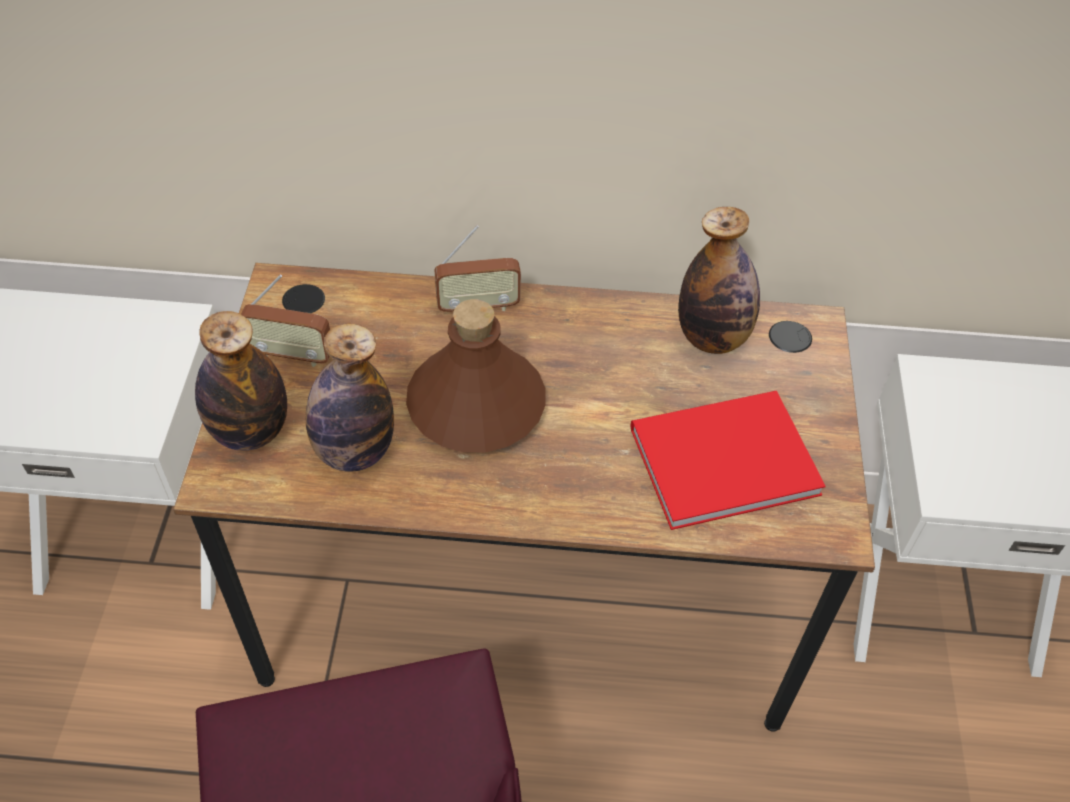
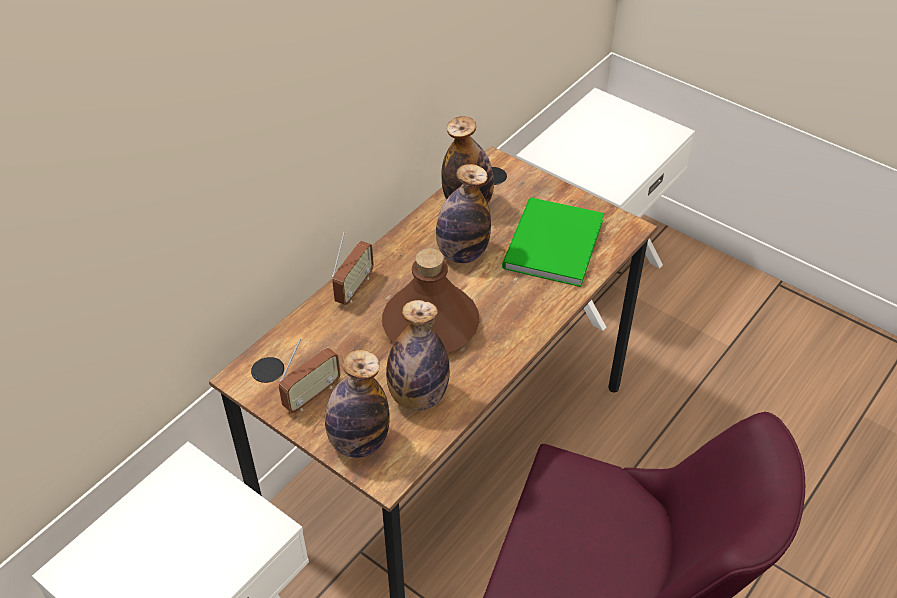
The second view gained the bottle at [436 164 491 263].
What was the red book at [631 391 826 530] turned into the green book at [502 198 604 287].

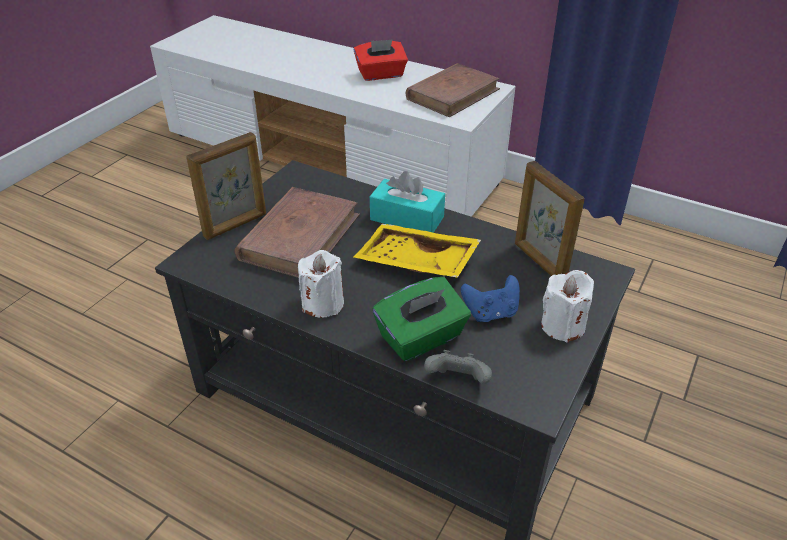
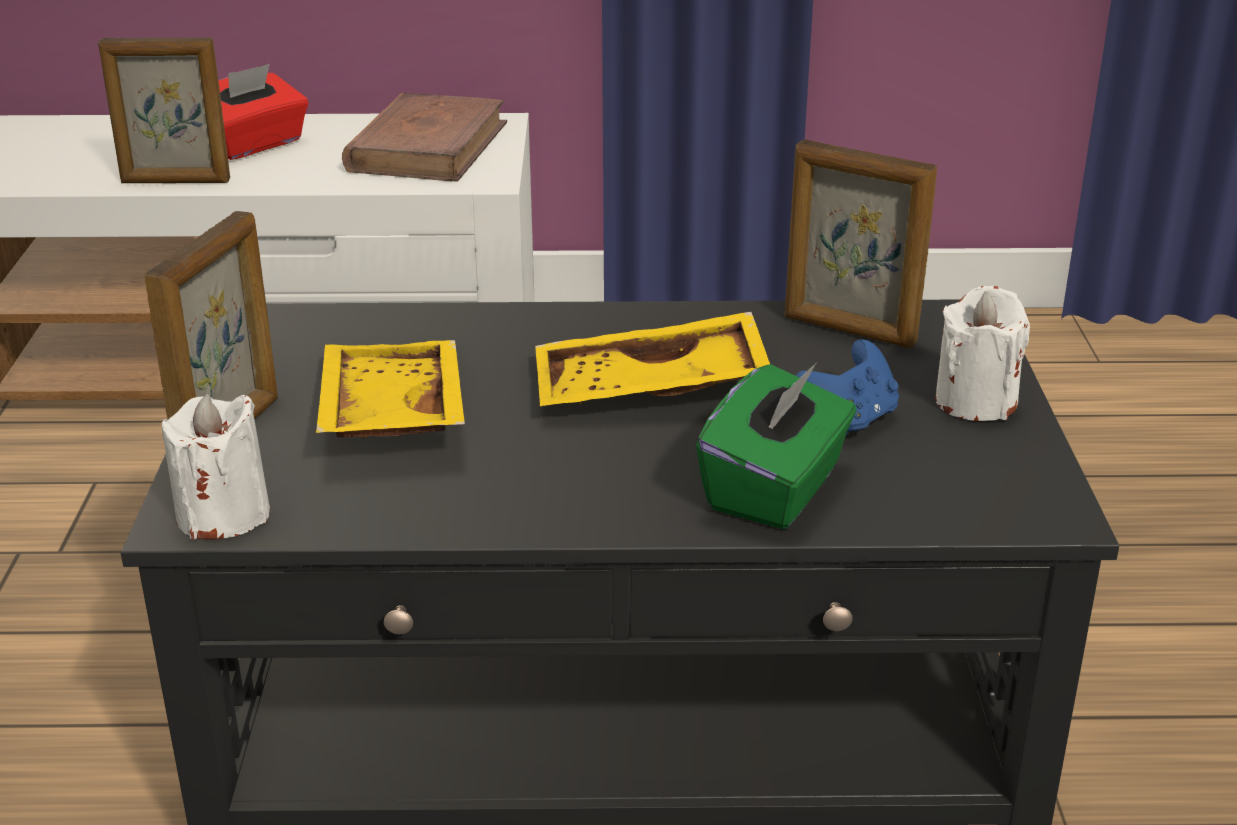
The second view lost the turquoise tissue box at [370 171 445 233].
The second view lost the grey game controller at [424 350 492 384].
The second view gained the picture frame at [98 37 230 183].
The white candle ended up elsewhere, having gone from [298 250 344 318] to [162 394 270 540].
Where the brown book stood at [235 187 360 278], the yellow tray came to stand at [316 340 465 438].

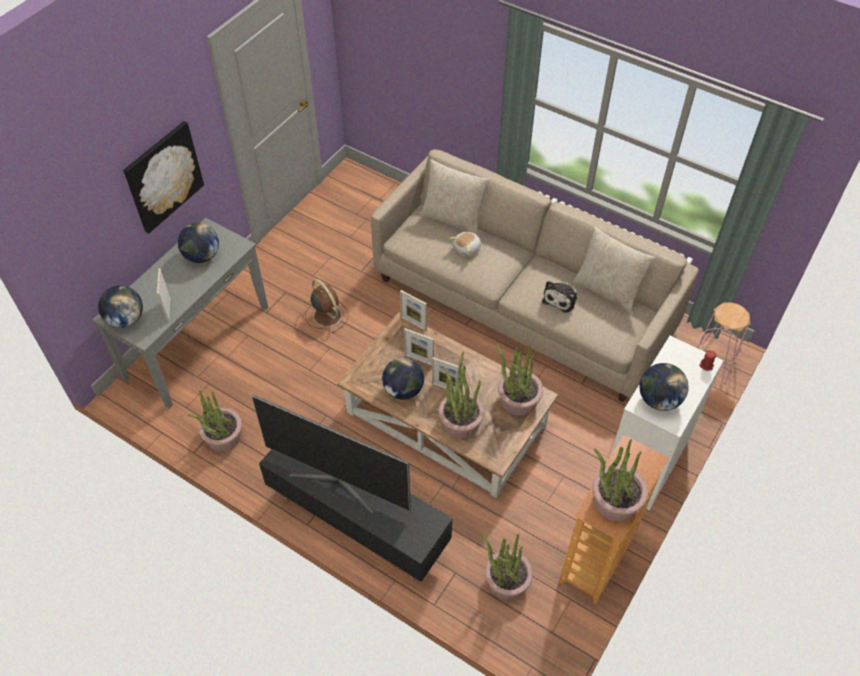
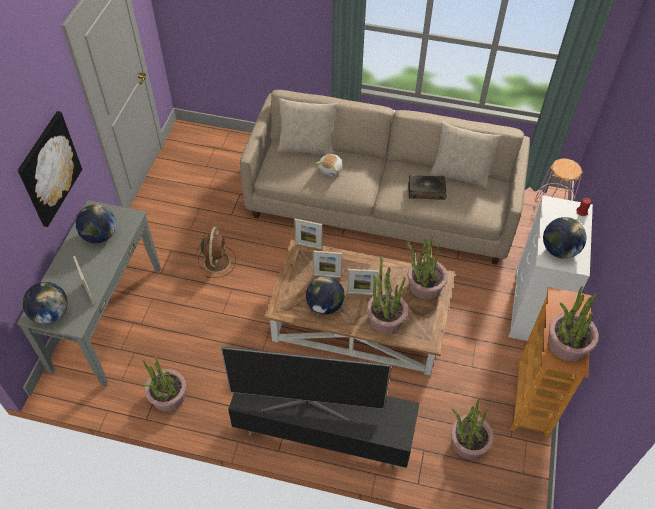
Where the plush toy stood at [542 281 577 313], the book came to stand at [408 175 447 200].
The brown fan at [305 279 349 334] ended up facing another way, 60 degrees clockwise from before.

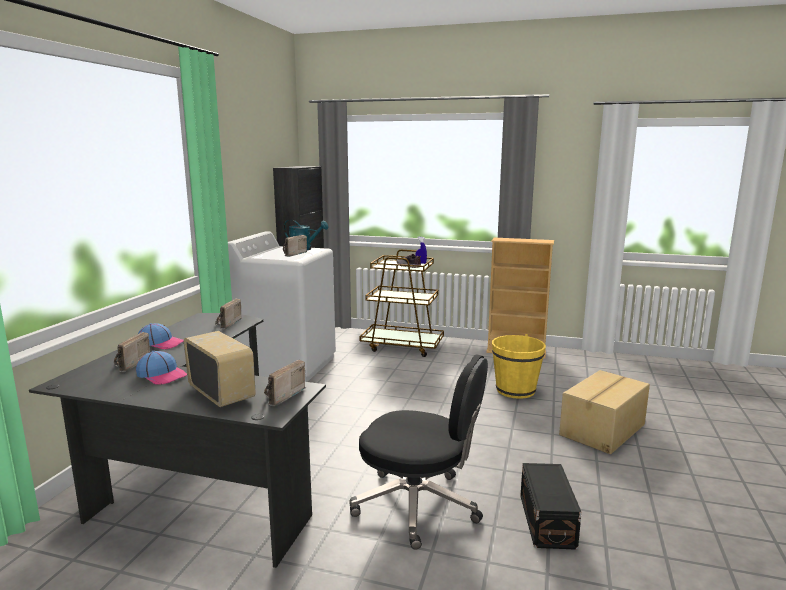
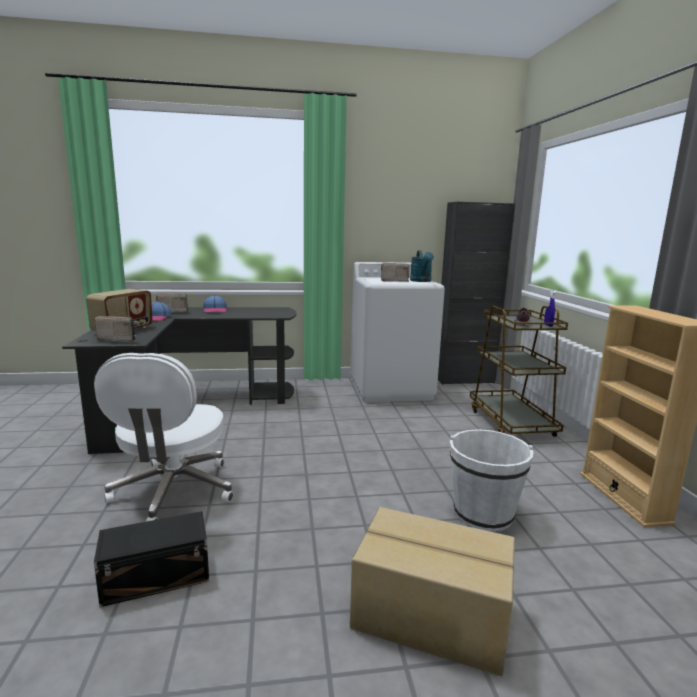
The second view lost the radio at [215 298 242 329].
What was the black office chair at [349 354 488 550] turned into the white office chair at [94 353 233 522].
What was the yellow bucket at [492 334 546 399] turned into the white bucket at [450 429 533 532].

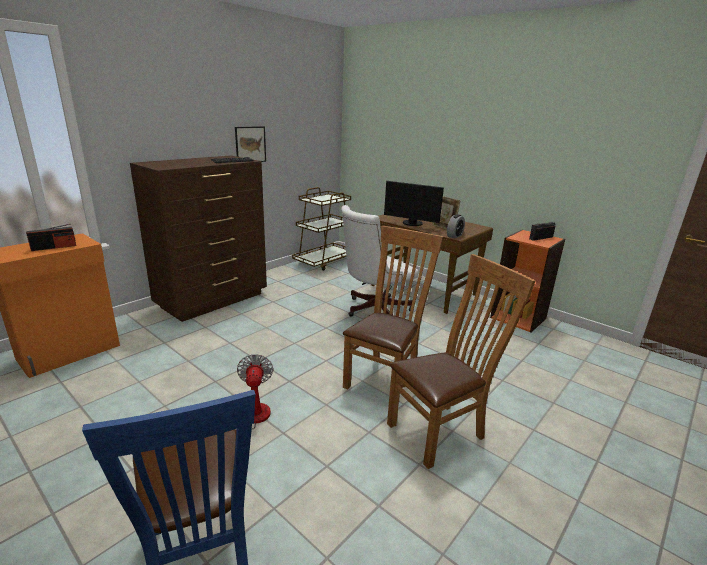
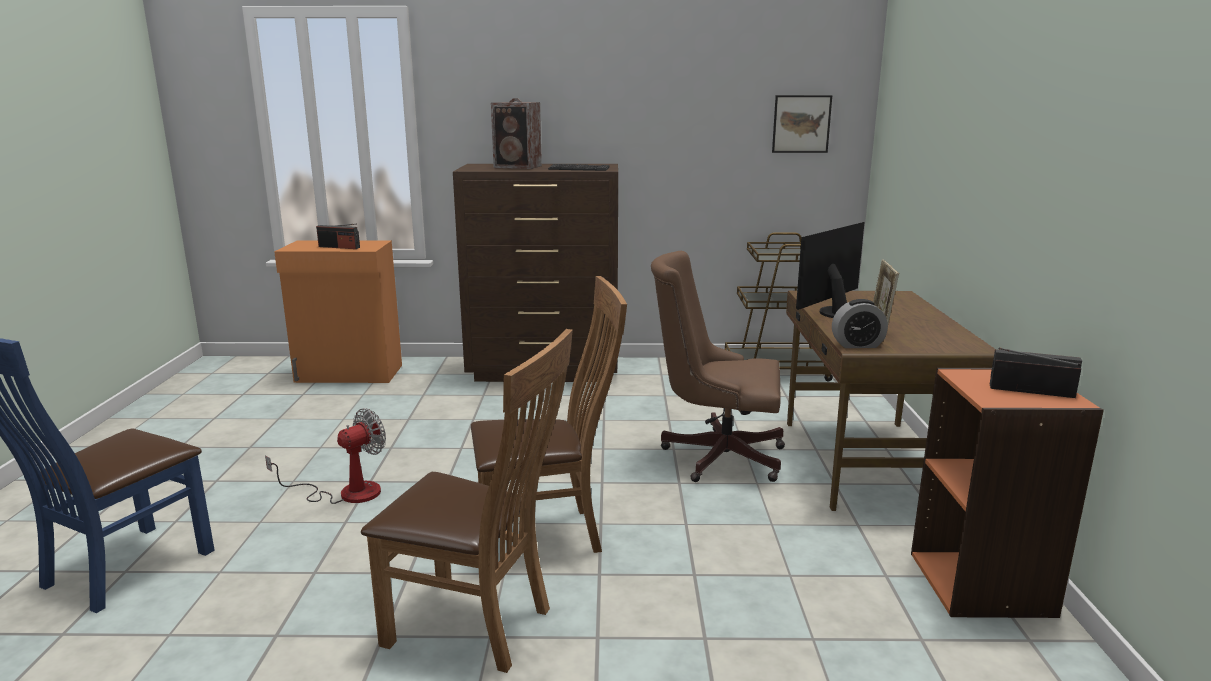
The second view gained the speaker at [491 98 542 169].
The picture ended up elsewhere, having gone from [235 126 266 162] to [772 95 832 153].
What was the white office chair at [341 205 418 317] turned into the brown office chair at [651 251 785 482].
The monitor at [384 181 444 226] ended up facing another way, 60 degrees clockwise from before.

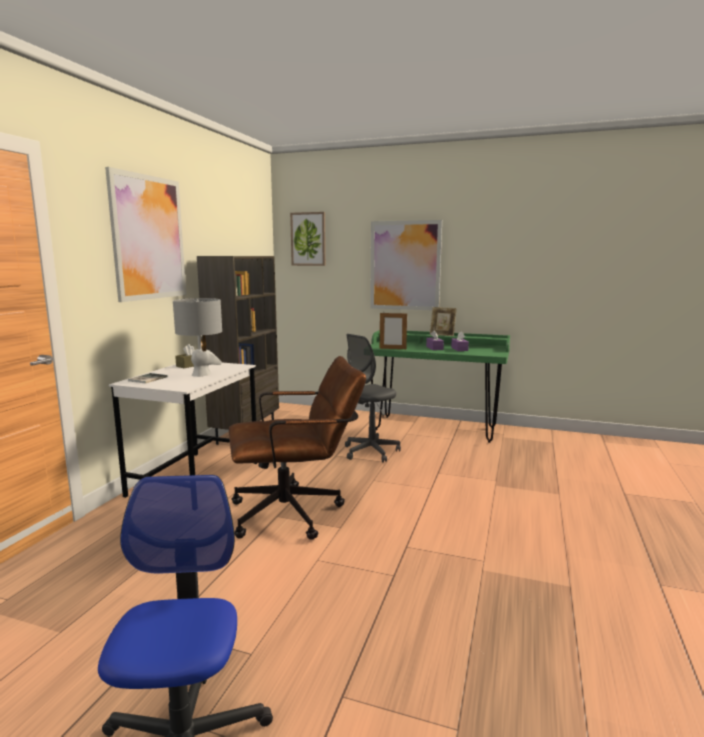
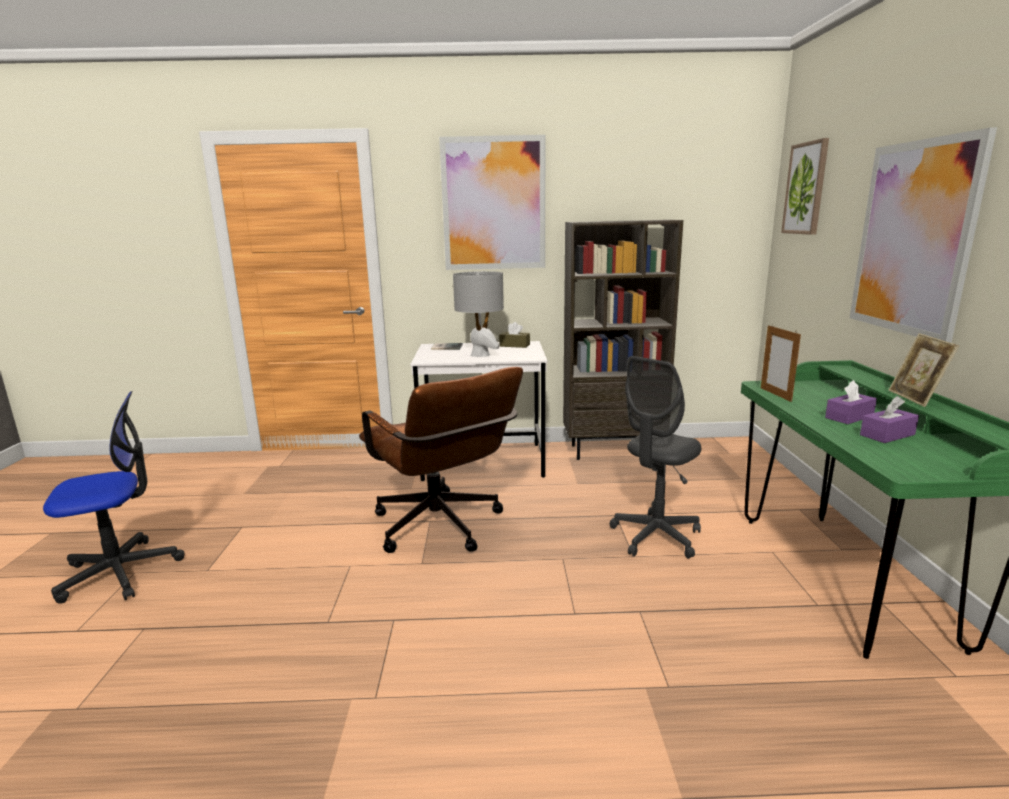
The grey office chair at [345 334 401 462] ended up facing another way, 75 degrees counterclockwise from before.

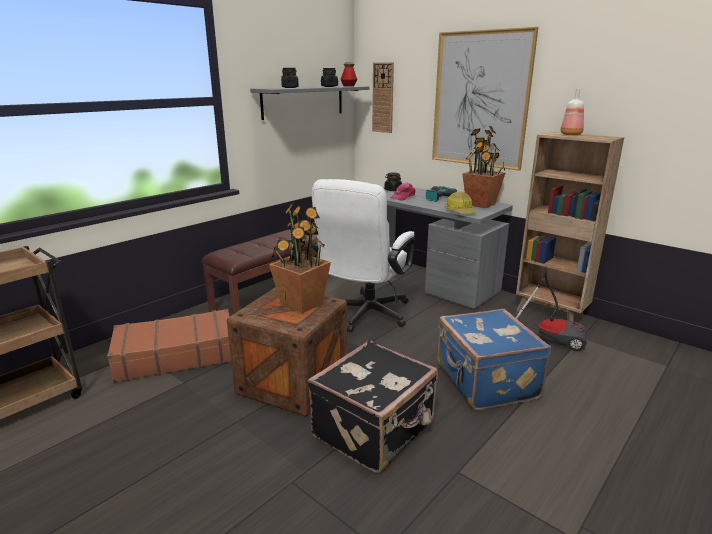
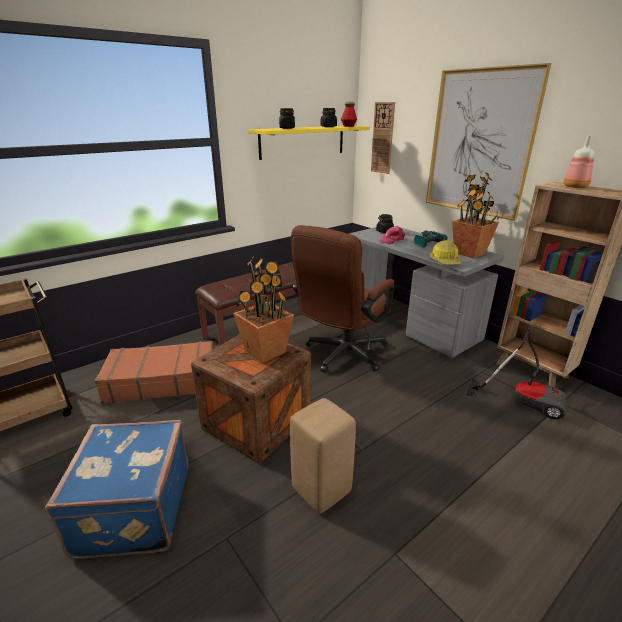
The blue suitcase ended up elsewhere, having gone from [437 309 551 410] to [45 420 189 559].
Where the black suitcase stood at [308 340 438 473], the beige stool came to stand at [290 398 356 513].
What was the grey shelf at [250 86 370 120] turned into the yellow shelf at [248 126 370 160].
What was the white office chair at [312 179 415 332] turned into the brown office chair at [291 225 395 373].

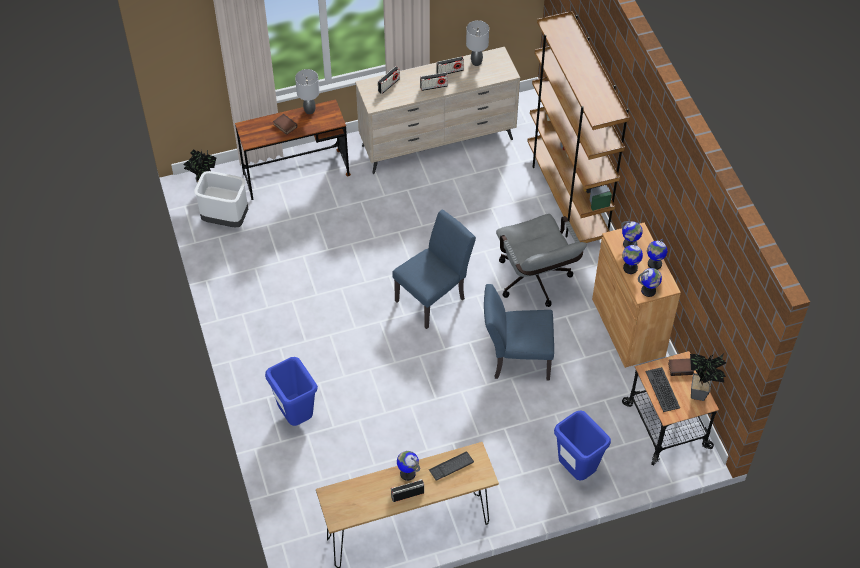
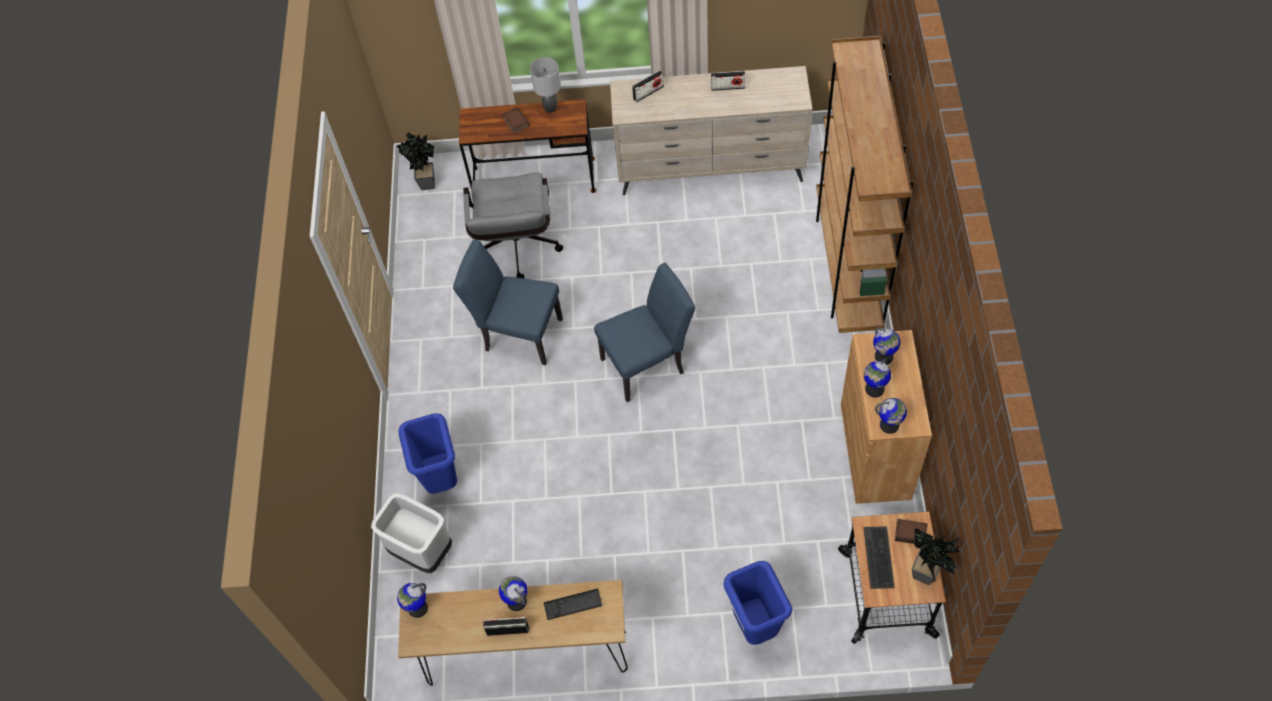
The second view lost the radio at [420 72 448 91].
The second view lost the grey table lamp at [466 20 489 66].
The white trash can ended up elsewhere, having gone from [194 171 248 227] to [371 493 452 573].
The blue chair ended up elsewhere, having gone from [484 284 554 381] to [453 239 563 365].
The grey office chair ended up elsewhere, having gone from [496 214 587 307] to [463 173 563 278].
The globe ended up elsewhere, having gone from [647 239 667 270] to [397 583 428 618].

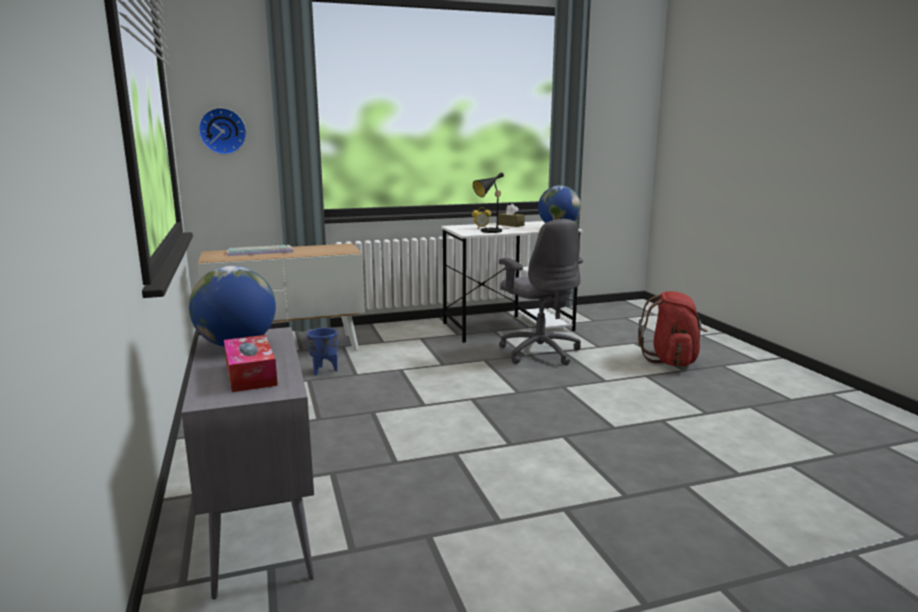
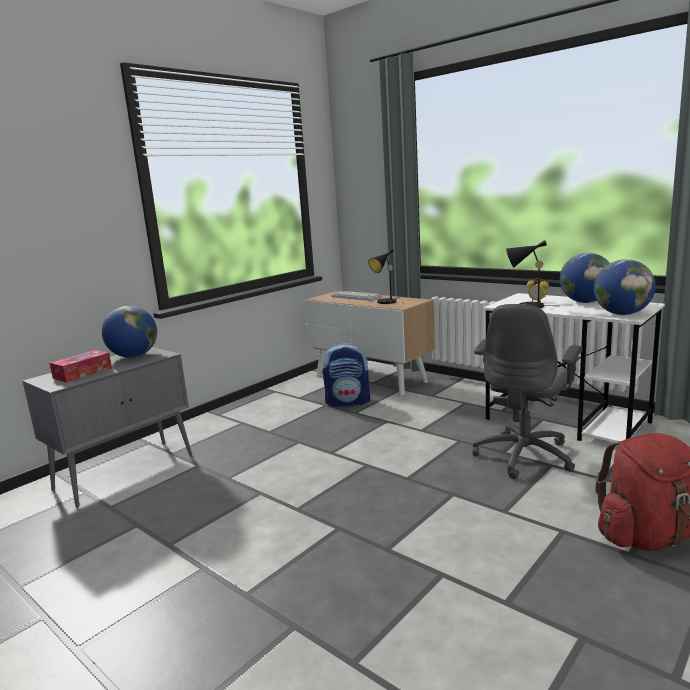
The second view lost the wall clock at [198 108 247 155].
The second view gained the black table lamp at [368 248 400 304].
Where the blue planter stood at [307 328 338 375], the backpack came to stand at [323 343 370 406].
Where the brown tissue box stood at [498 204 525 227], the globe came to stand at [560 253 609 303].

